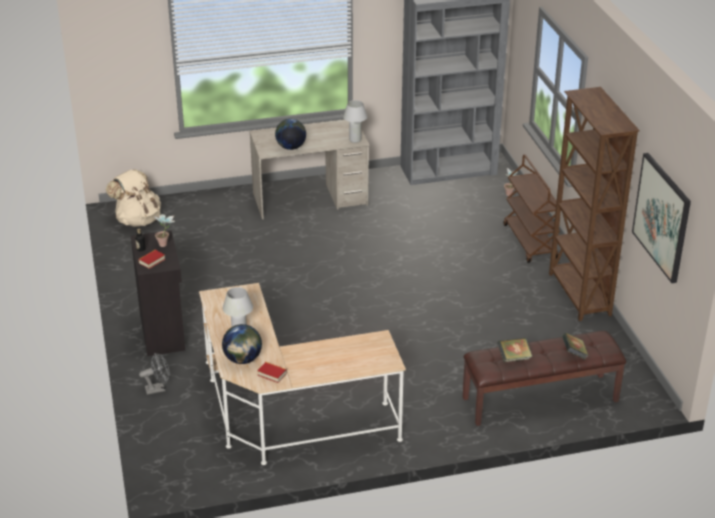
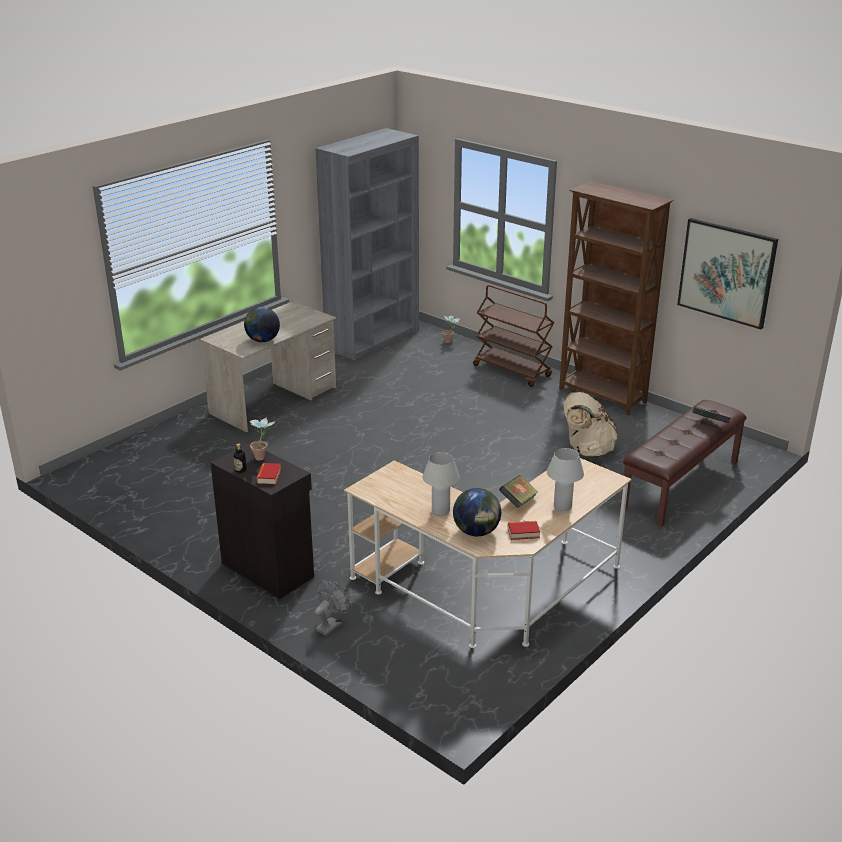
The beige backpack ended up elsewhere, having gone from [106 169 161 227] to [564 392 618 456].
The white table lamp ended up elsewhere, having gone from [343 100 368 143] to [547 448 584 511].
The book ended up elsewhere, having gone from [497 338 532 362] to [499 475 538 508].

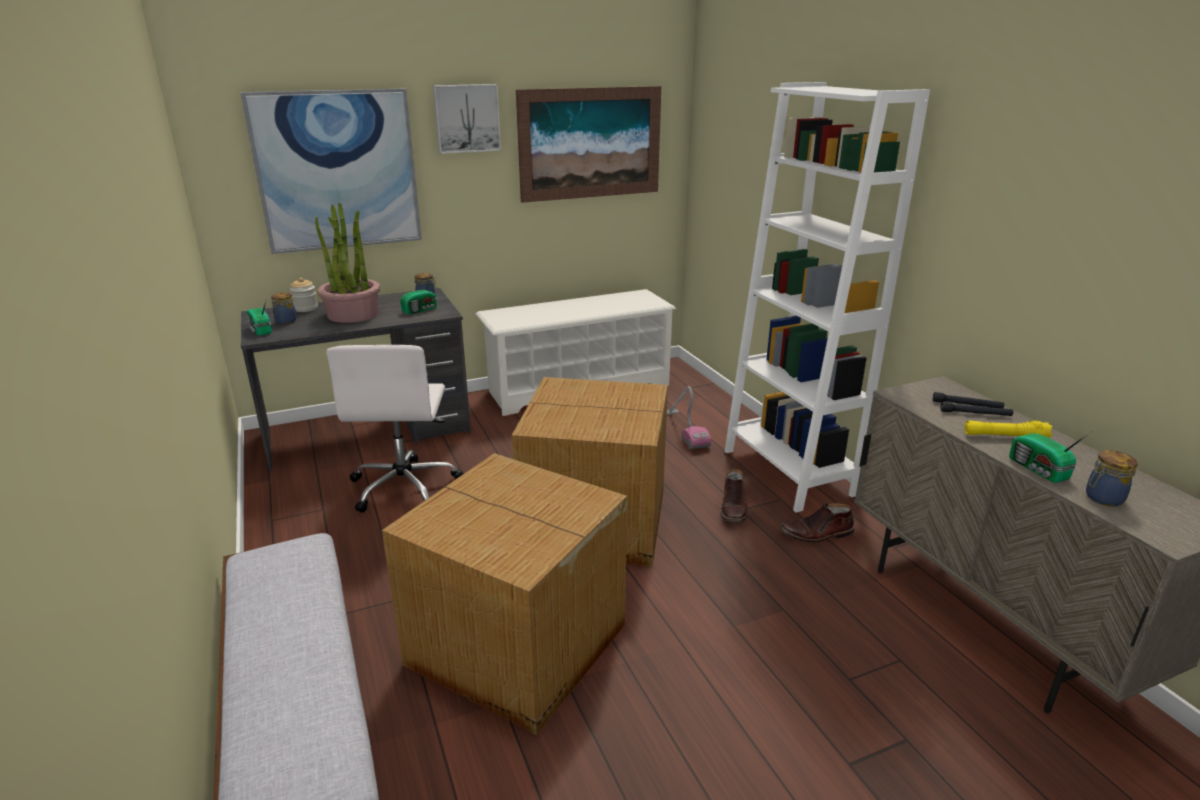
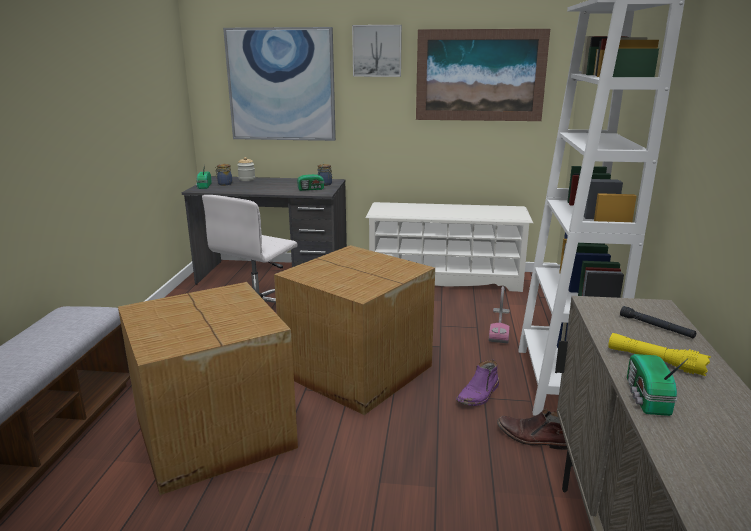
The second view lost the potted plant at [315 203 380 323].
The second view lost the black flashlight at [940 402 1013 416].
The second view lost the jar at [1086 450 1138 506].
What was the brown boot at [721 468 748 522] turned into the purple boot at [456 360 499 406].

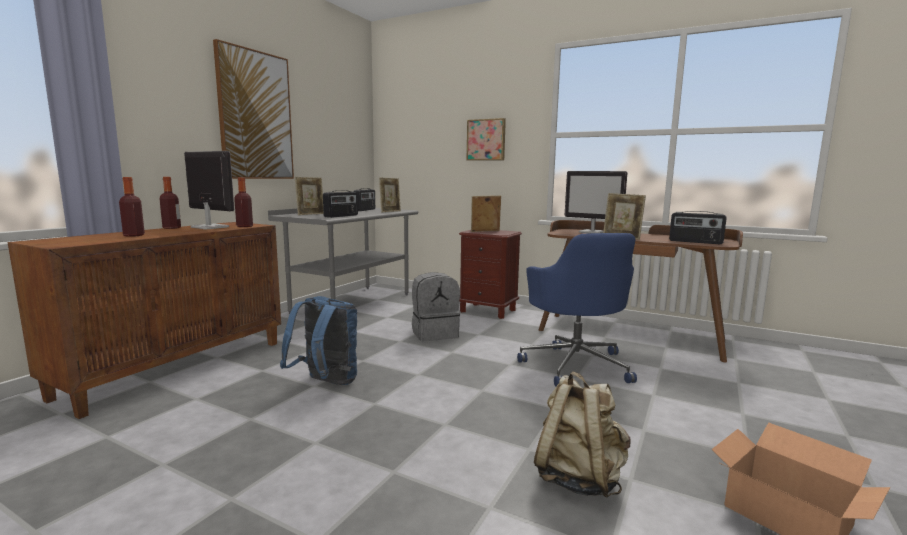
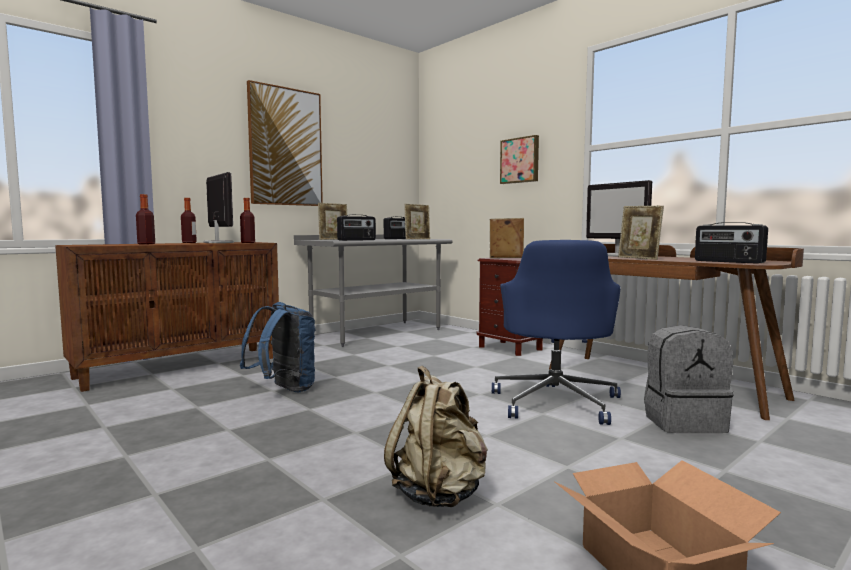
The grey backpack ended up elsewhere, having gone from [412 272 460 341] to [644 325 733 433].

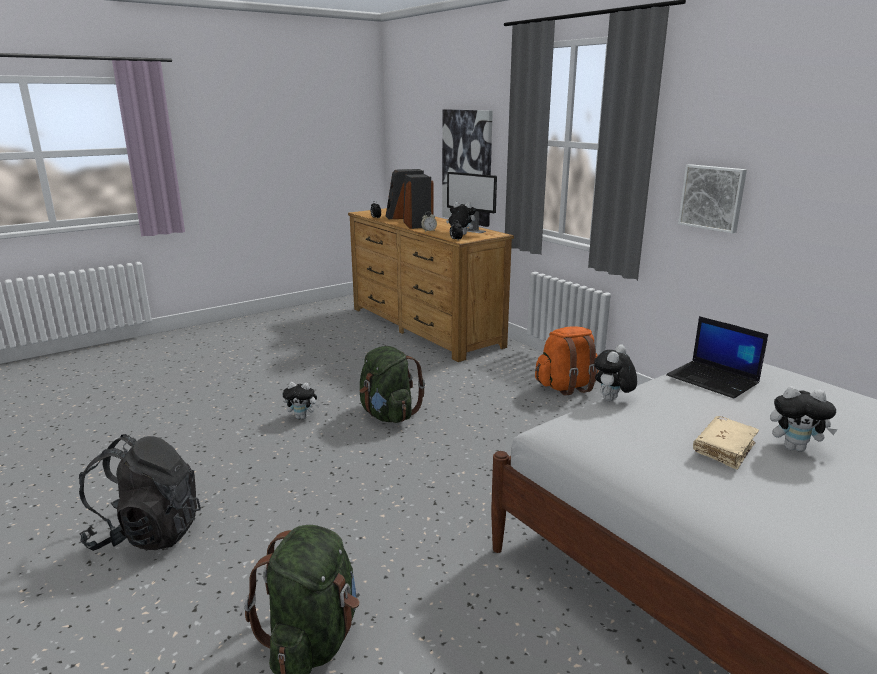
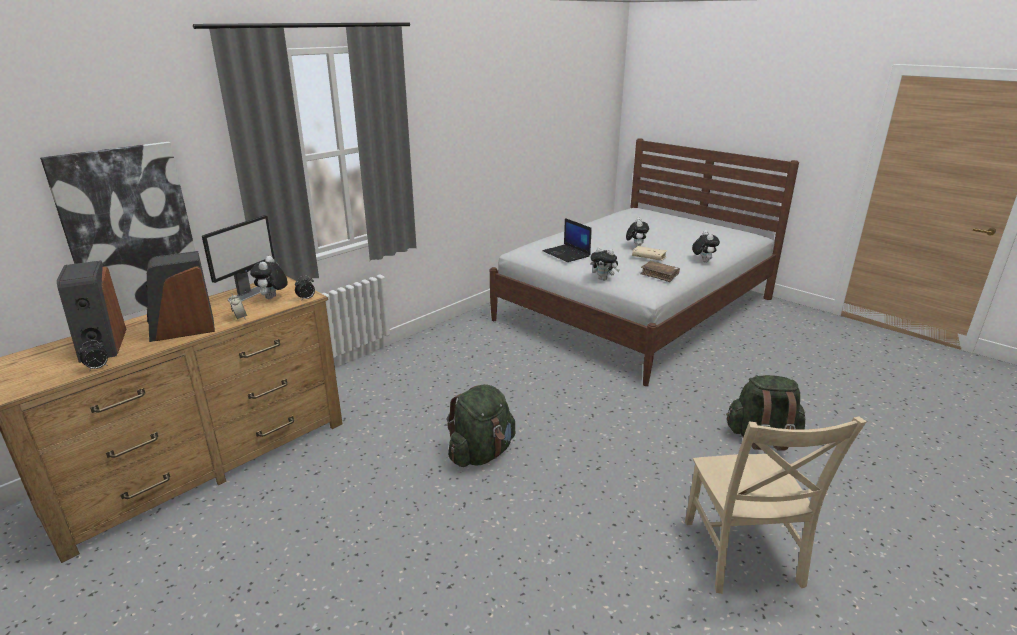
The second view lost the orange backpack at [535 326 599 396].
The second view lost the picture at [678 164 747 233].
The second view gained the brown book at [640 261 680 282].
The plush toy ended up elsewhere, having gone from [282 382 320 419] to [692 230 720 263].
Where the black backpack stood at [79 434 201 551], the beige chair came to stand at [685 416 867 594].
The laptop at [666 316 768 398] ended up facing another way, 105 degrees clockwise from before.

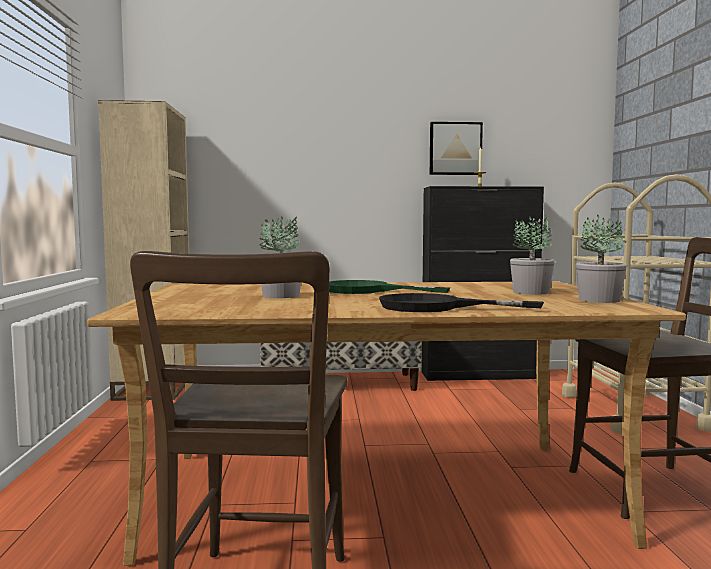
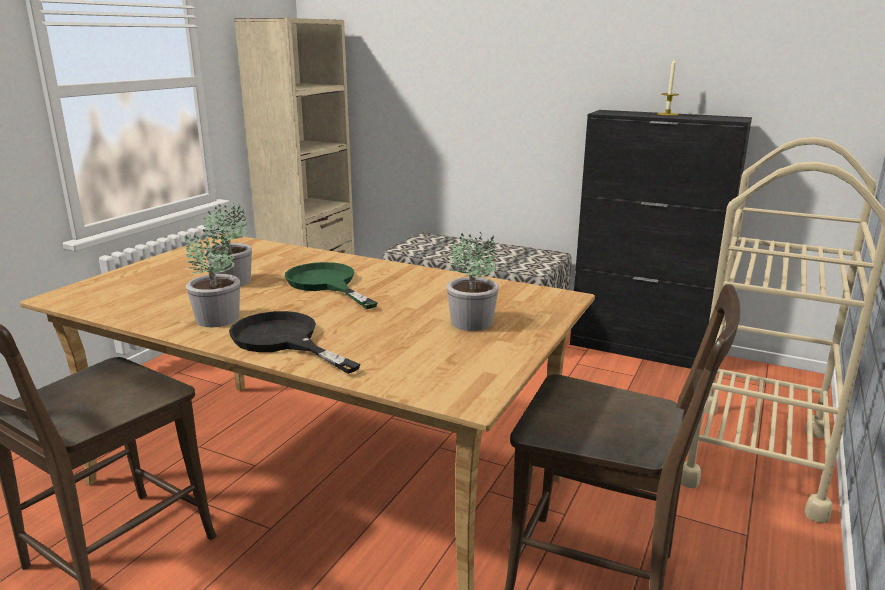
The second view lost the picture at [430 122 483 175].
The potted plant ended up elsewhere, having gone from [575 215 627 303] to [185 228 240 327].

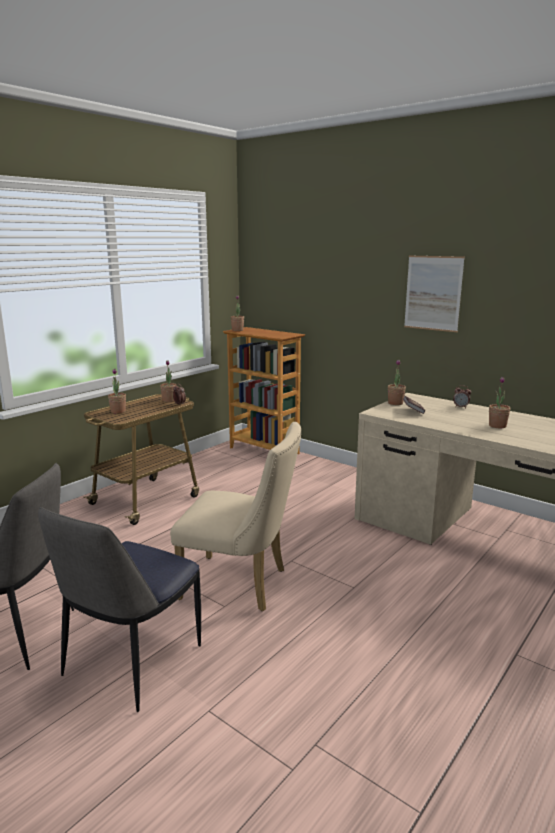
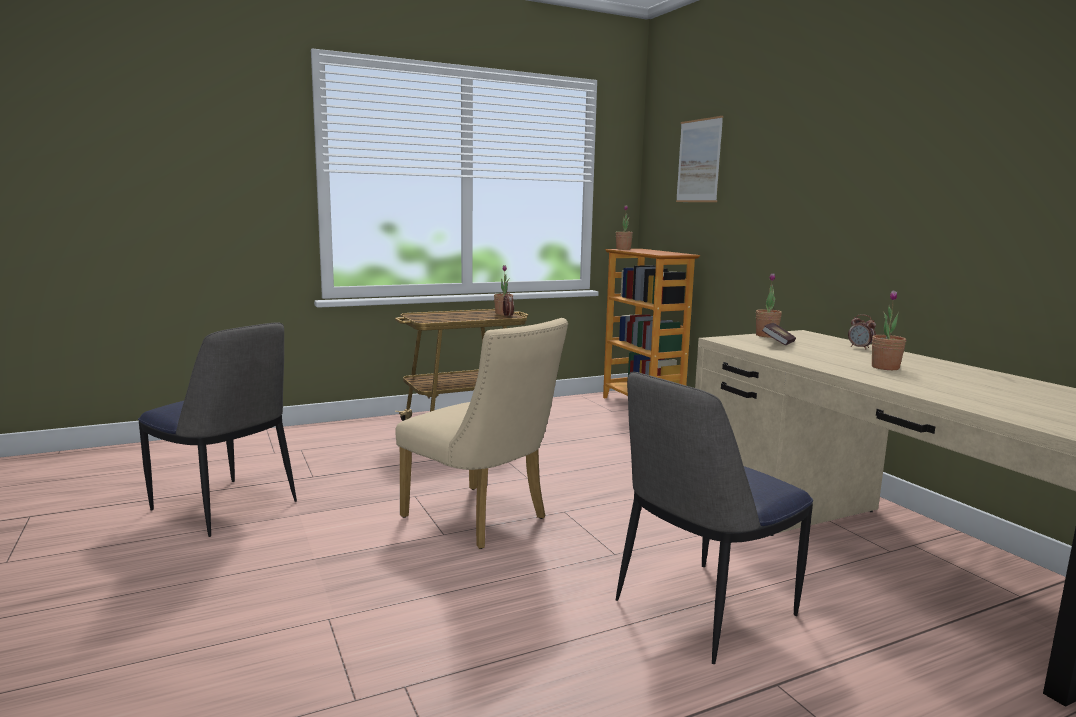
The second view lost the potted plant at [108 369 126 414].
The chair ended up elsewhere, having gone from [38 507 201 712] to [616 372 813 664].
The picture ended up elsewhere, having gone from [404 256 465 332] to [676 116 723 202].

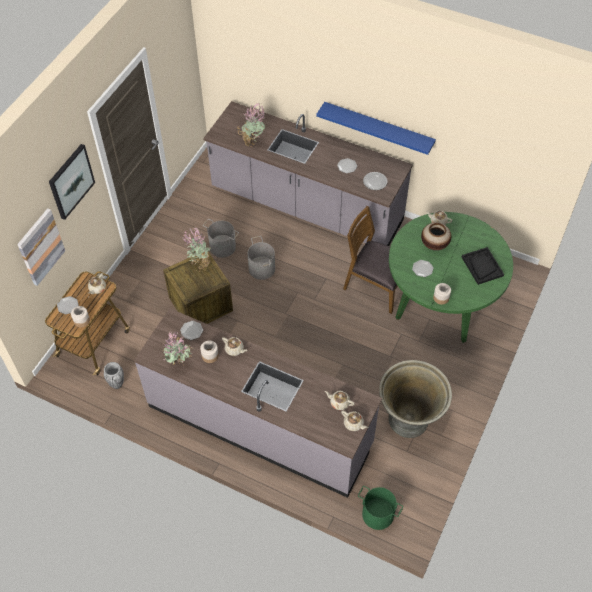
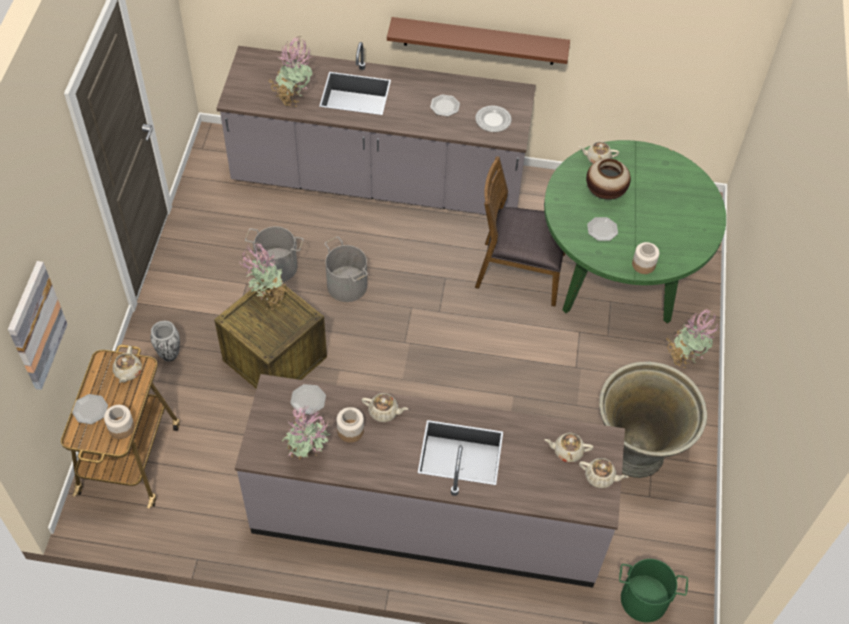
The second view lost the picture at [49 144 95 220].
The second view lost the black tray at [462 247 504 285].
The second view gained the potted plant at [666 309 719 369].
The vase ended up elsewhere, having gone from [104 362 124 389] to [150 321 180 362].
What was the blue shelf at [316 102 436 155] turned into the brown shelf at [387 17 570 65].

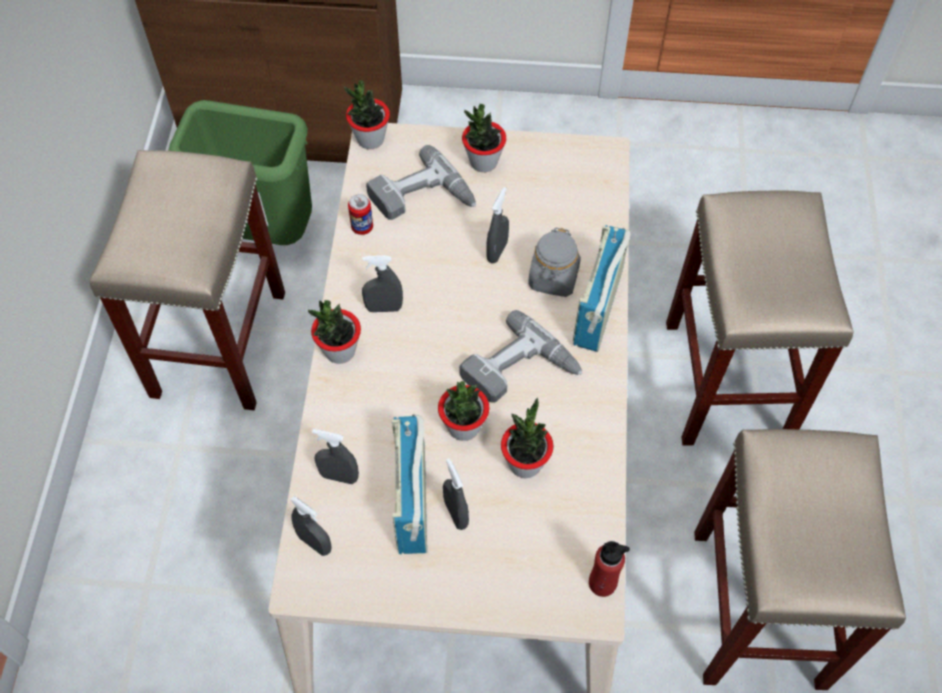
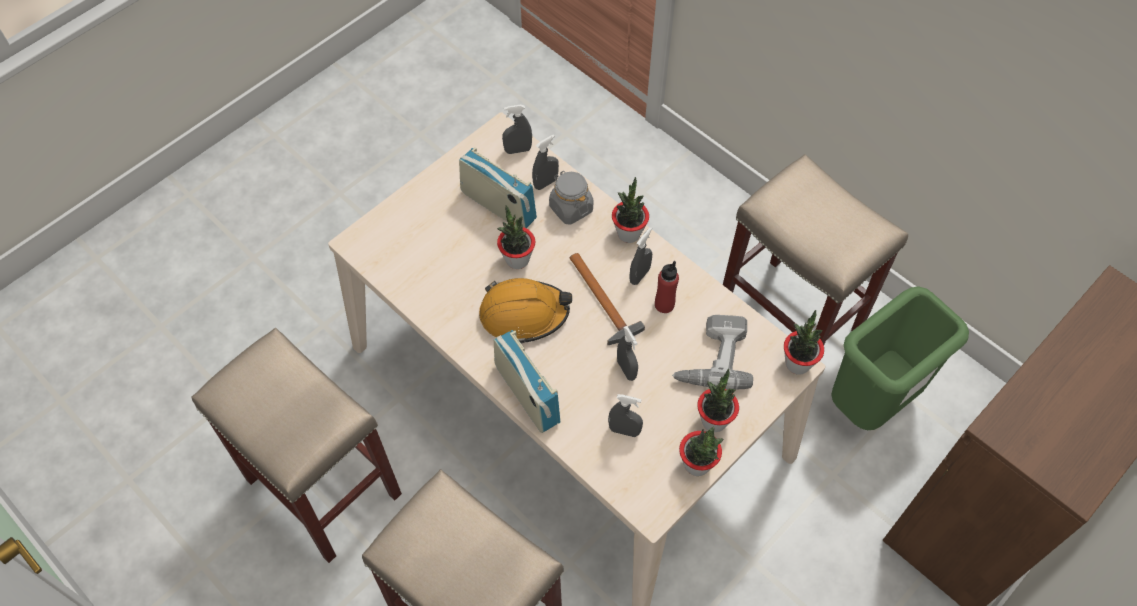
The second view lost the can at [348 194 373 235].
The second view gained the hammer at [569 253 645 345].
The grey spray bottle ended up elsewhere, having gone from [443 458 469 530] to [608 394 643 437].
The potted plant ended up elsewhere, having gone from [501 398 553 478] to [679 426 724 476].
The grey jar ended up elsewhere, having gone from [528 228 581 297] to [549 171 594 225].
The red bottle ended up elsewhere, having gone from [589 541 630 597] to [655 261 679 313].
Where the power drill stood at [459 310 582 403], the orange hard hat came to stand at [479 278 572 344].

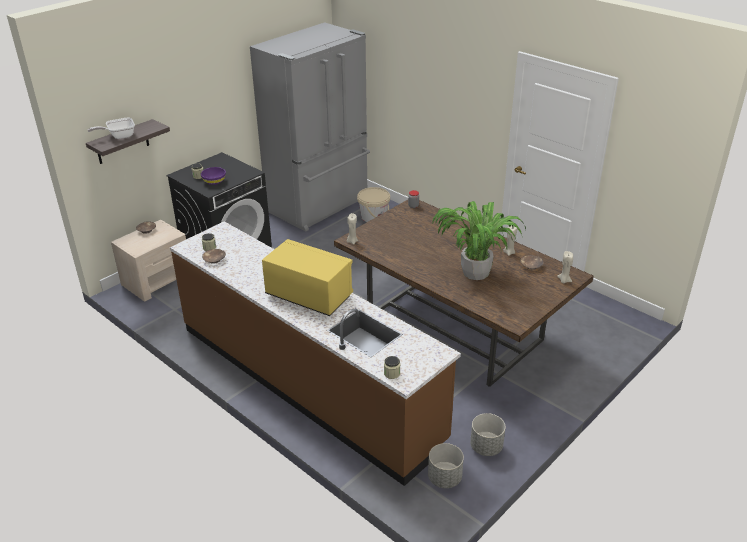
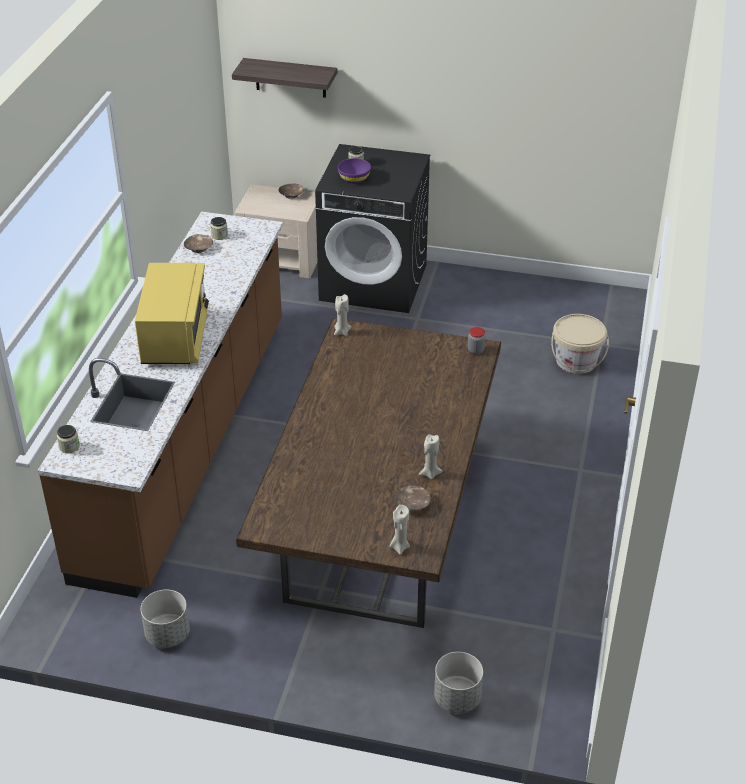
The second view lost the frying pan at [88 118 135 139].
The second view lost the grey fridge at [250 22 370 232].
The second view lost the potted plant at [432 201 526 280].
The grey planter ended up elsewhere, having gone from [428 443 464 488] to [434 652 483 714].

